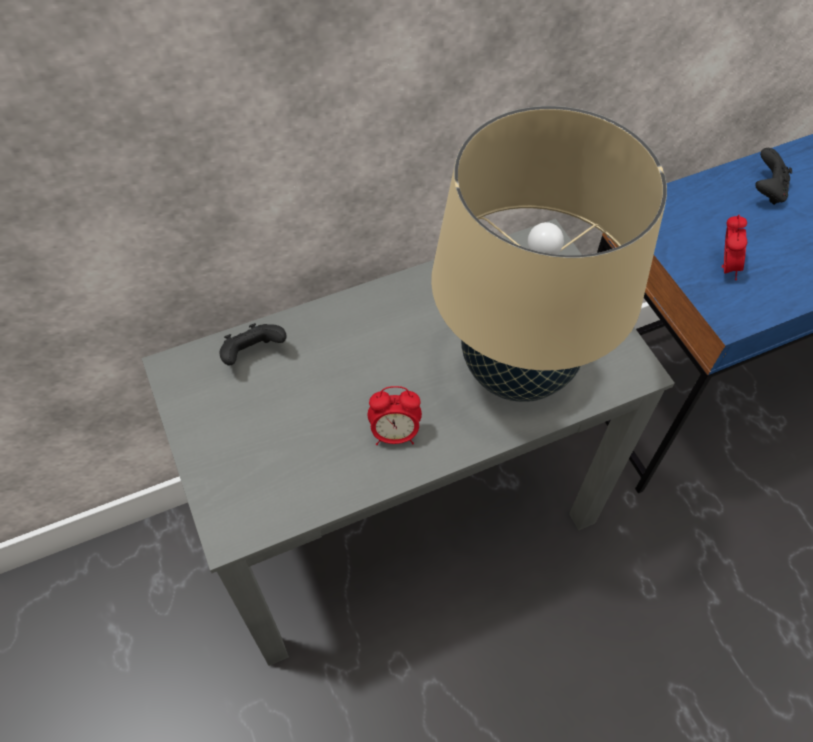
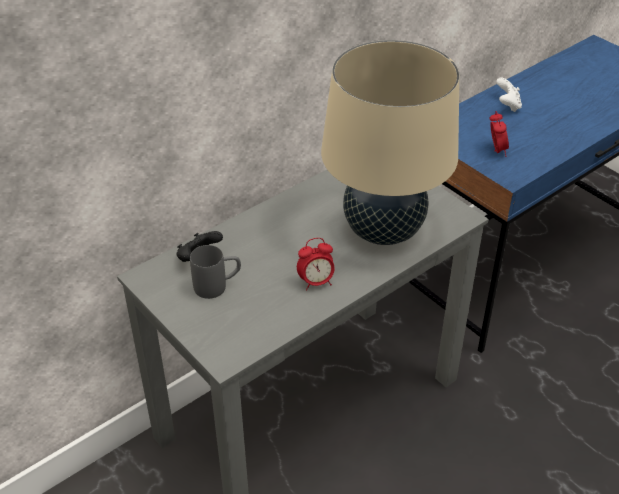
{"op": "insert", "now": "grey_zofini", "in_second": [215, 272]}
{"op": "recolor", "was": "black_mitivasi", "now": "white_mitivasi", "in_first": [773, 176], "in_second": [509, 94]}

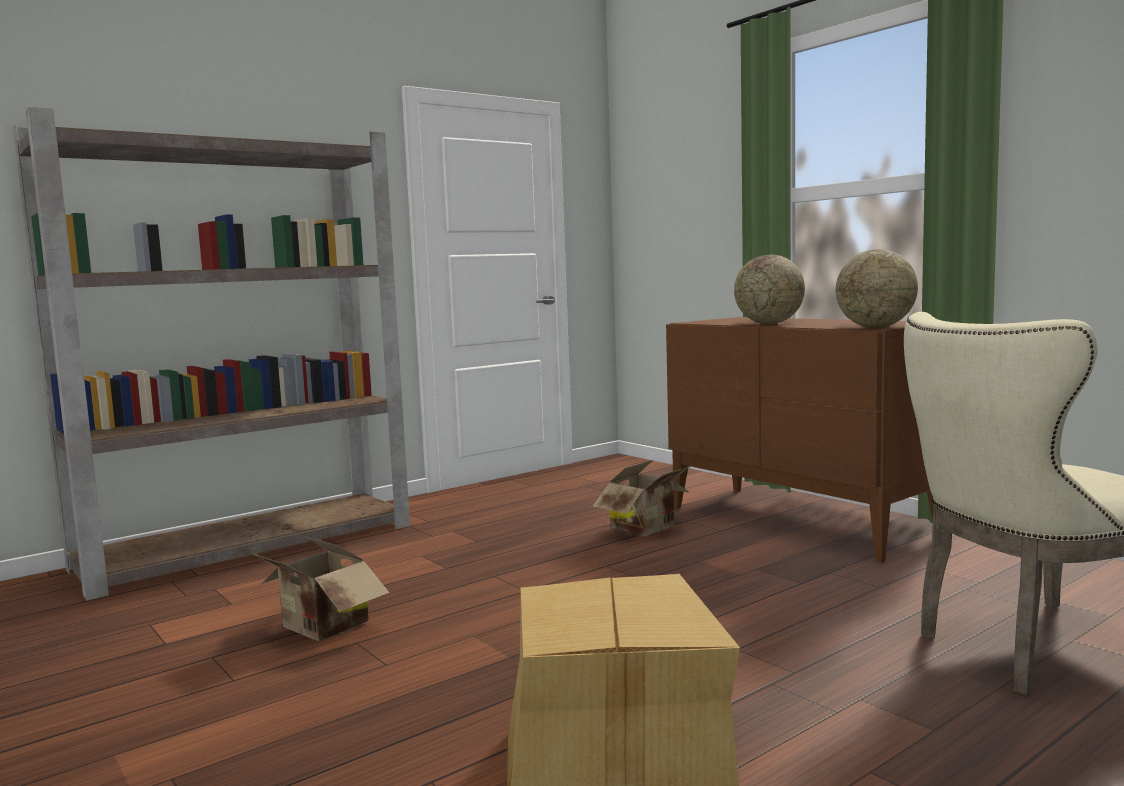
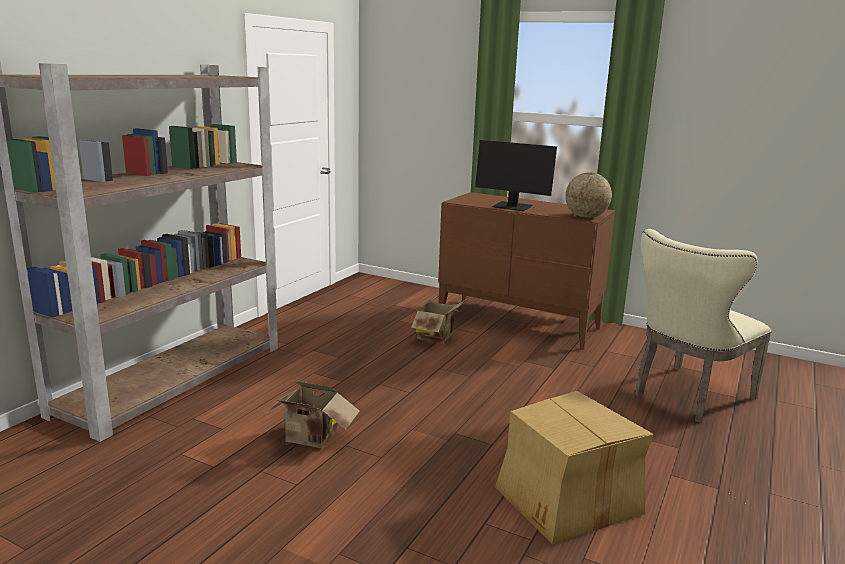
{"op": "replace", "was": "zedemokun", "now": "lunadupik", "in_first": [769, 289], "in_second": [516, 175]}

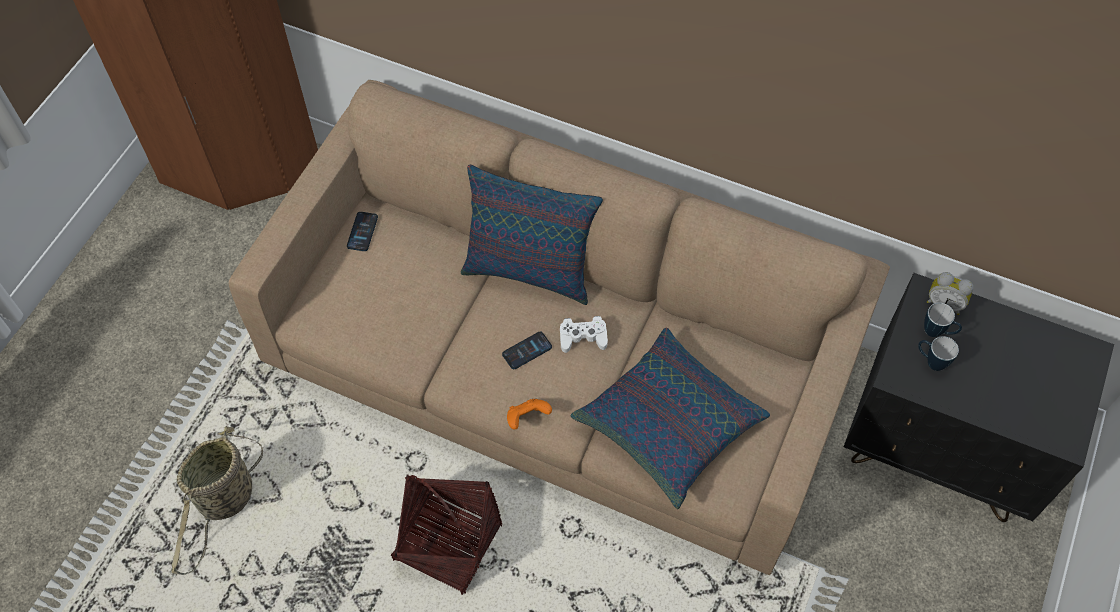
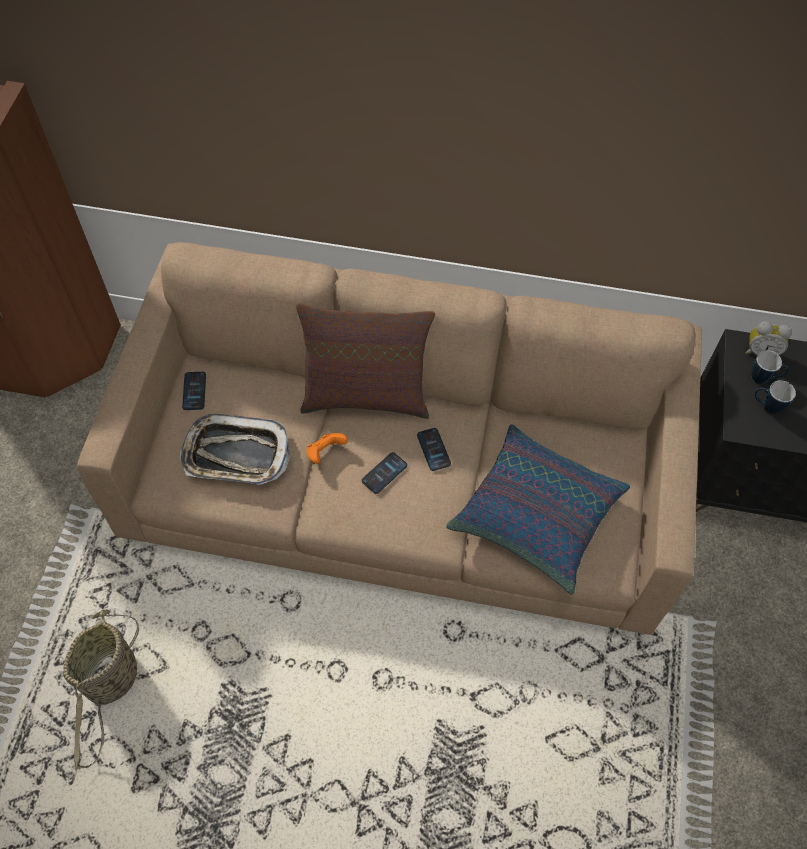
{"op": "delete", "was": "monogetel", "in_first": [446, 534]}
{"op": "insert", "now": "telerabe", "in_second": [235, 449]}
{"op": "move", "was": "orange_mitivasi", "in_first": [529, 414], "in_second": [327, 448]}
{"op": "replace", "was": "white_mitivasi", "now": "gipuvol", "in_first": [584, 334], "in_second": [434, 449]}
{"op": "recolor", "was": "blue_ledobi", "now": "brown_ledobi", "in_first": [532, 235], "in_second": [365, 361]}

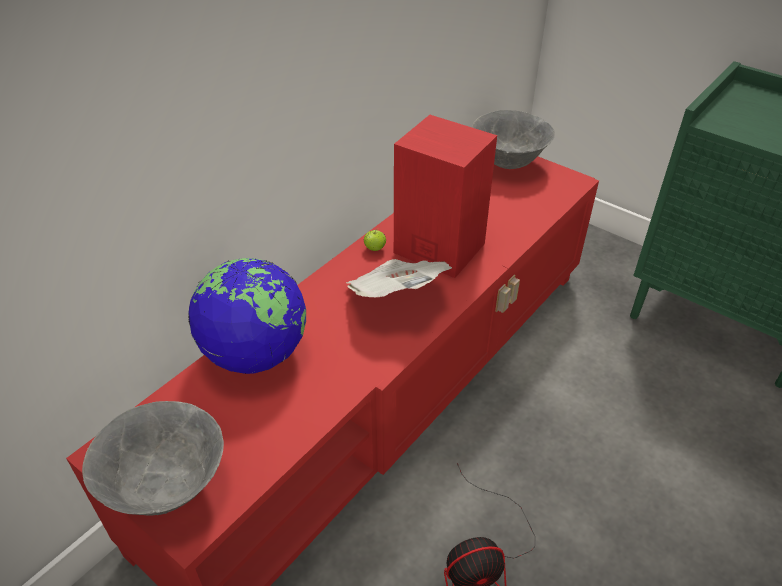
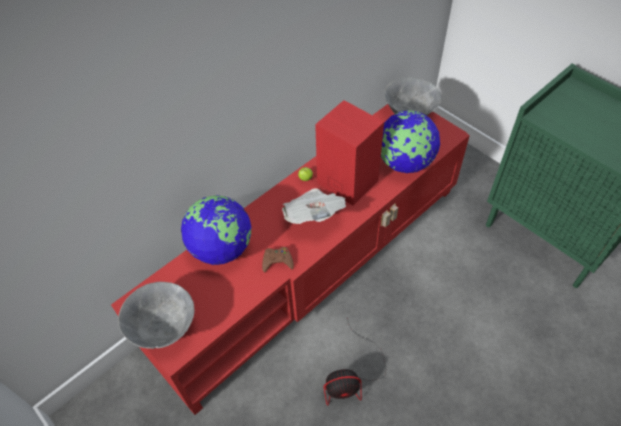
{"op": "insert", "now": "brown_mitivasi", "in_second": [278, 259]}
{"op": "insert", "now": "zedemokun", "in_second": [410, 141]}

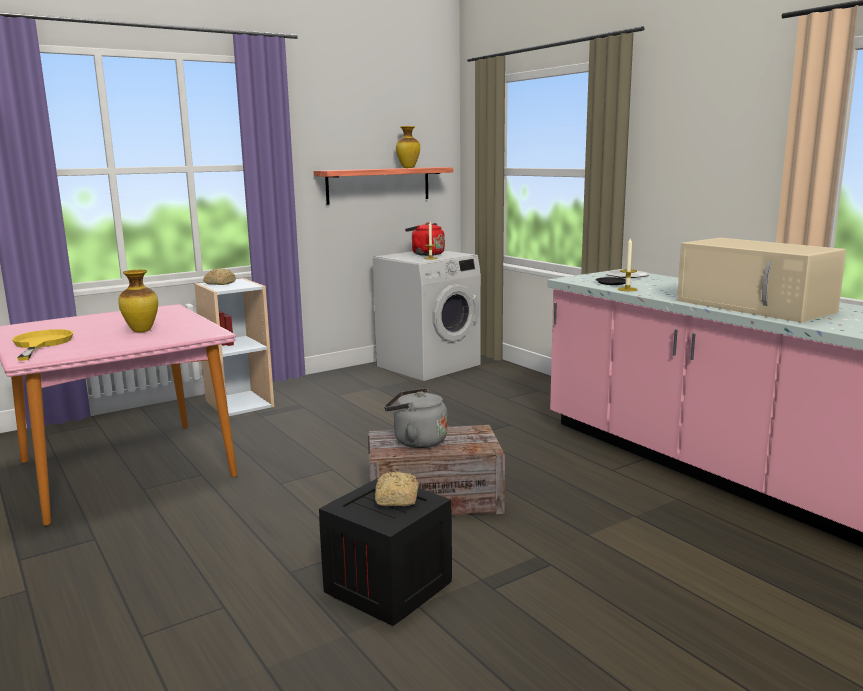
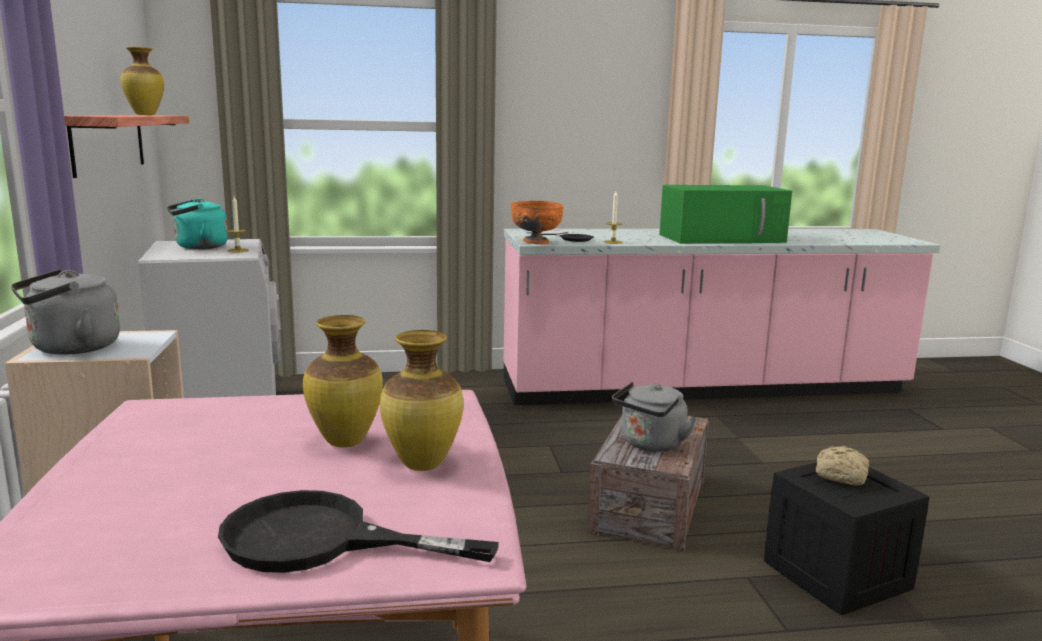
{"op": "insert", "now": "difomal", "in_second": [422, 400]}
{"op": "insert", "now": "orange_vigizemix", "in_second": [537, 222]}
{"op": "replace", "was": "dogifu", "now": "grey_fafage", "in_first": [219, 276], "in_second": [65, 312]}
{"op": "recolor", "was": "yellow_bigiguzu", "now": "black_bigiguzu", "in_first": [42, 345], "in_second": [358, 531]}
{"op": "recolor", "was": "red_fafage", "now": "turquoise_fafage", "in_first": [425, 239], "in_second": [197, 223]}
{"op": "recolor", "was": "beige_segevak", "now": "green_segevak", "in_first": [761, 280], "in_second": [725, 214]}

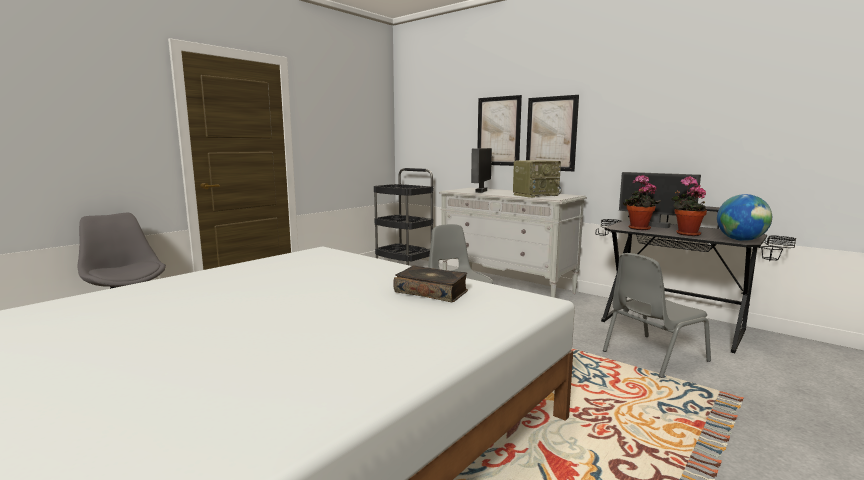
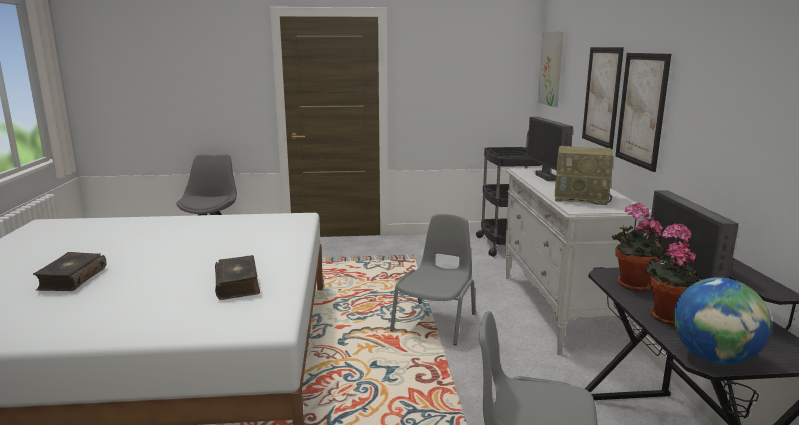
{"op": "insert", "now": "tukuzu", "in_second": [70, 271]}
{"op": "insert", "now": "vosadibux", "in_second": [551, 69]}
{"op": "rotate", "was": "lunadupik", "in_first": [481, 170], "in_second": [550, 149], "clockwise": 105}

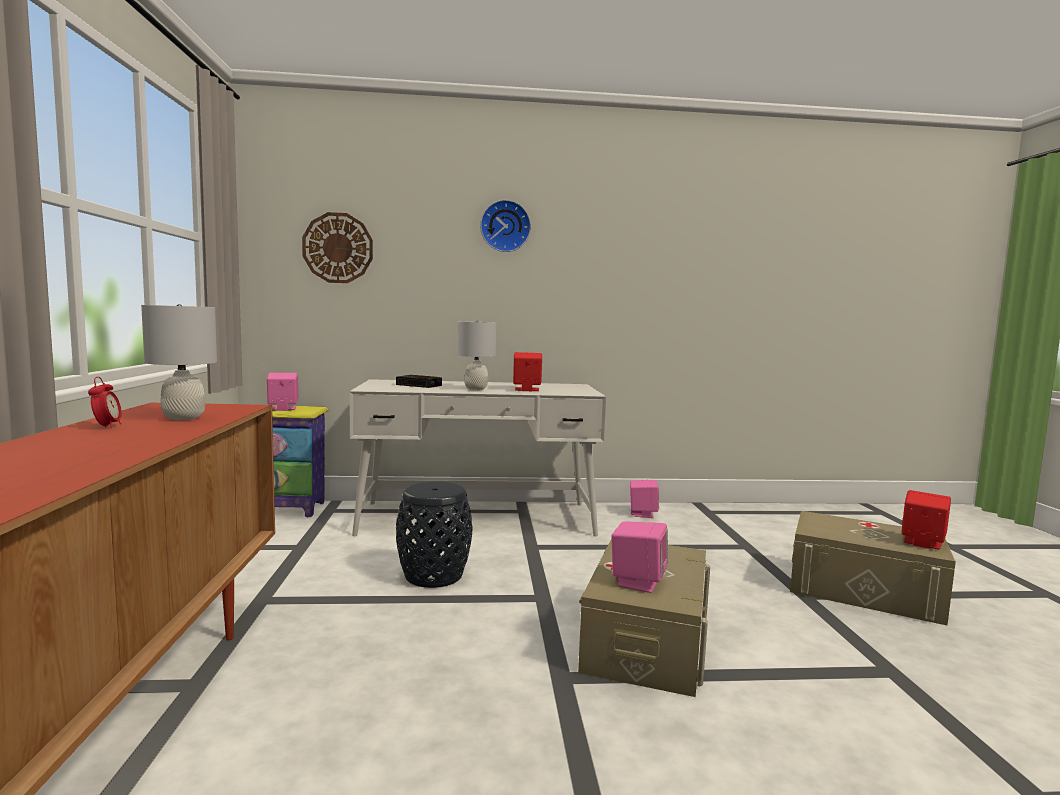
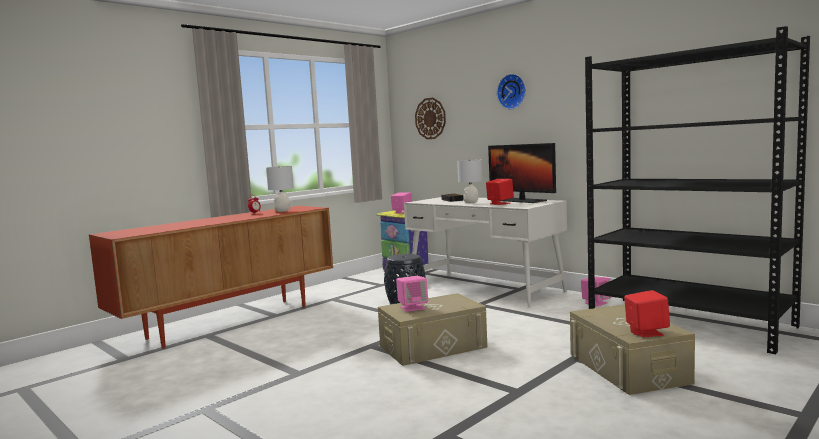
{"op": "insert", "now": "lunadupik", "in_second": [522, 173]}
{"op": "insert", "now": "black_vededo", "in_second": [697, 190]}

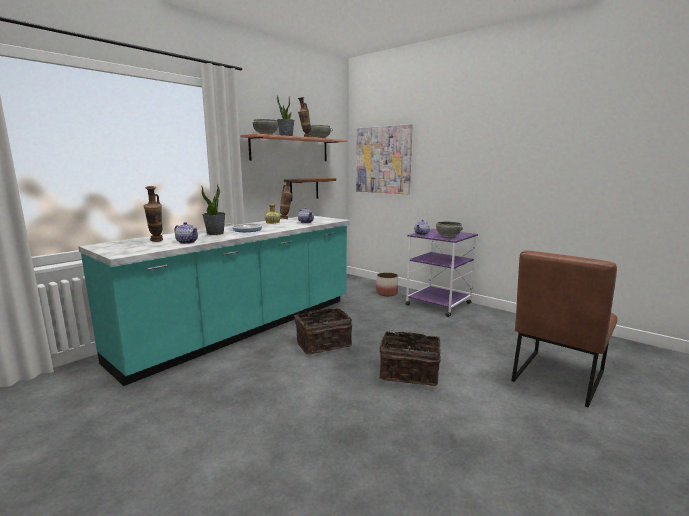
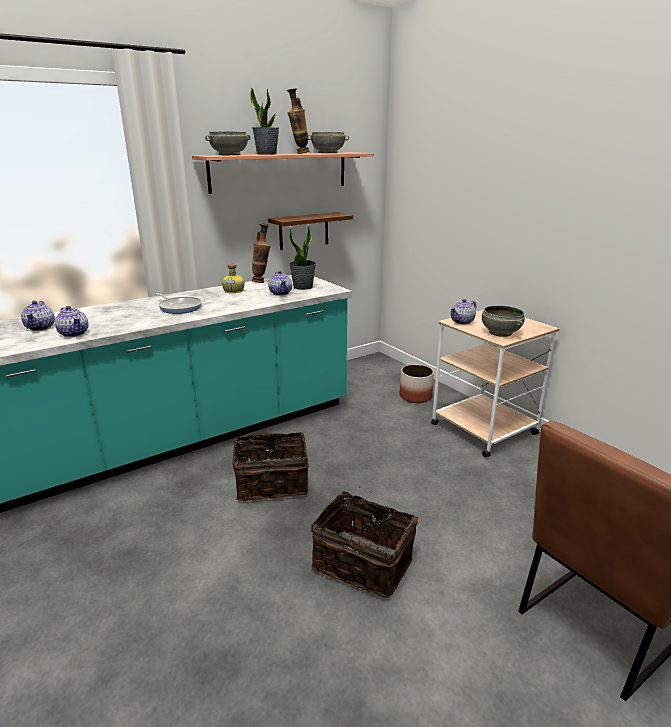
{"op": "delete", "was": "vosadibux", "in_first": [384, 159]}
{"op": "move", "was": "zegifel", "in_first": [214, 209], "in_second": [302, 258]}
{"op": "replace", "was": "difomal", "now": "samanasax", "in_first": [153, 214], "in_second": [38, 316]}
{"op": "recolor", "was": "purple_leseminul", "now": "beige_leseminul", "in_first": [442, 273], "in_second": [495, 384]}

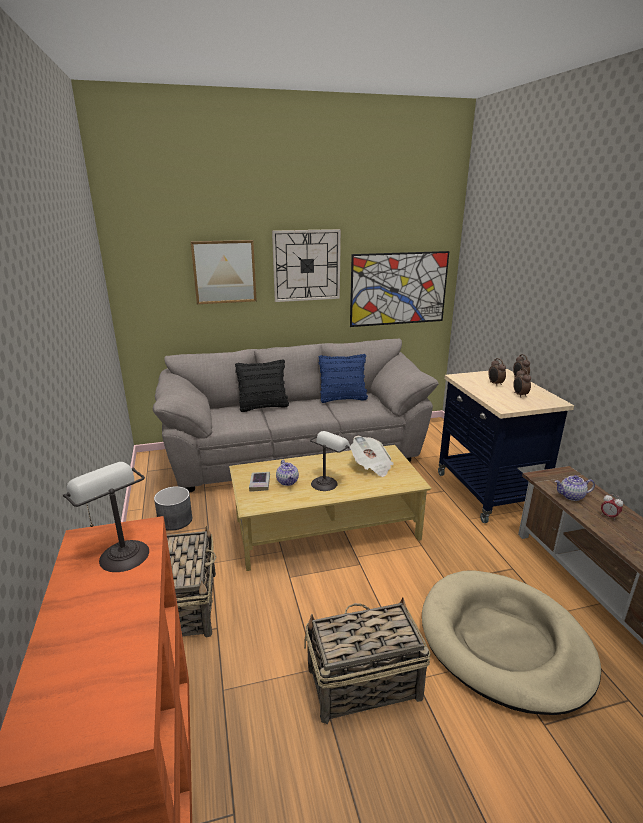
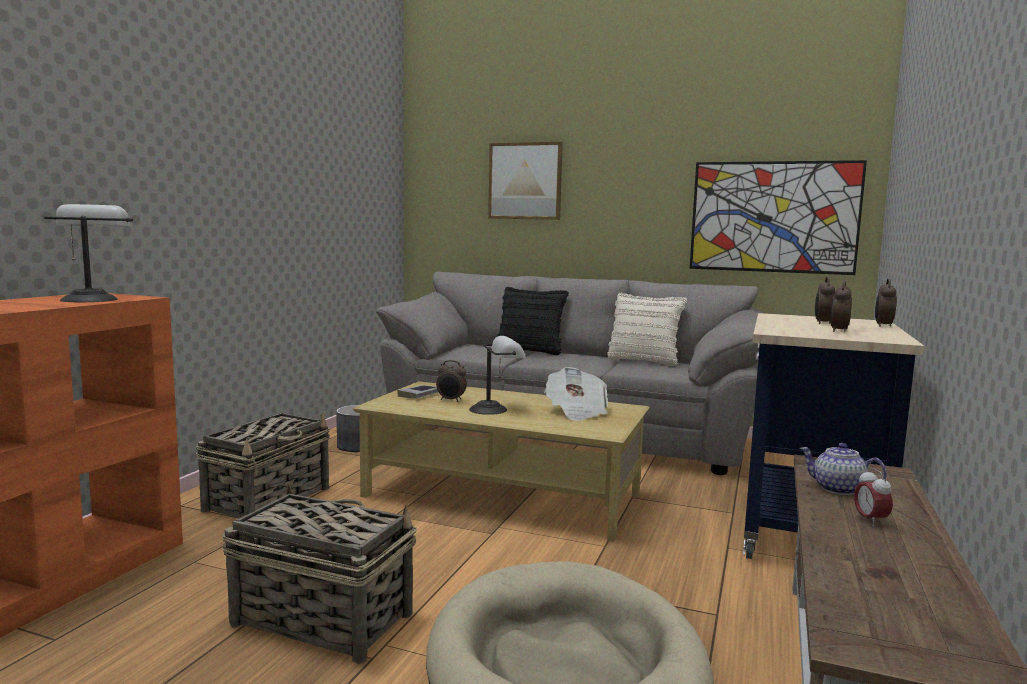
{"op": "delete", "was": "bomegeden", "in_first": [306, 265]}
{"op": "replace", "was": "samanasax", "now": "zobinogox", "in_first": [287, 473], "in_second": [451, 381]}
{"op": "recolor", "was": "blue_ledobi", "now": "beige_ledobi", "in_first": [343, 378], "in_second": [647, 329]}

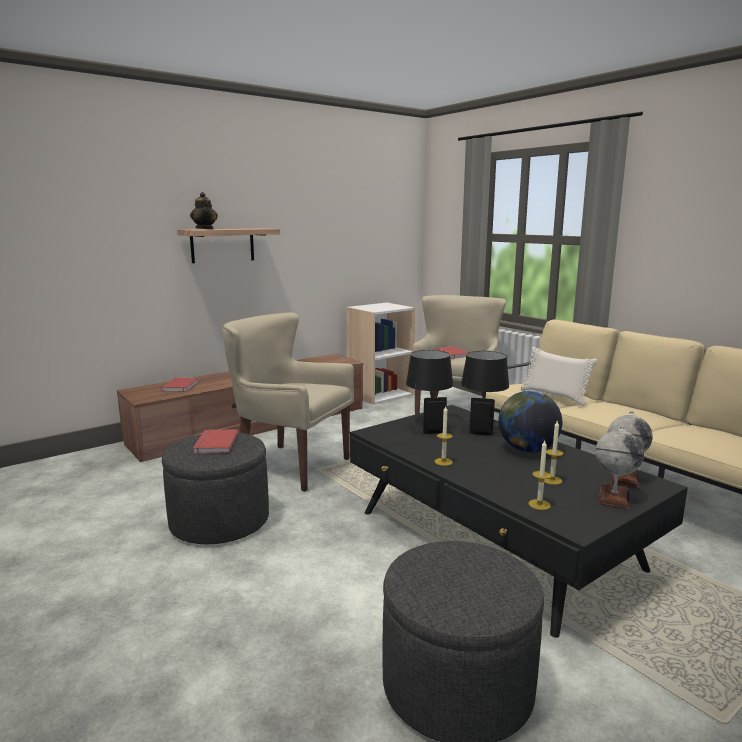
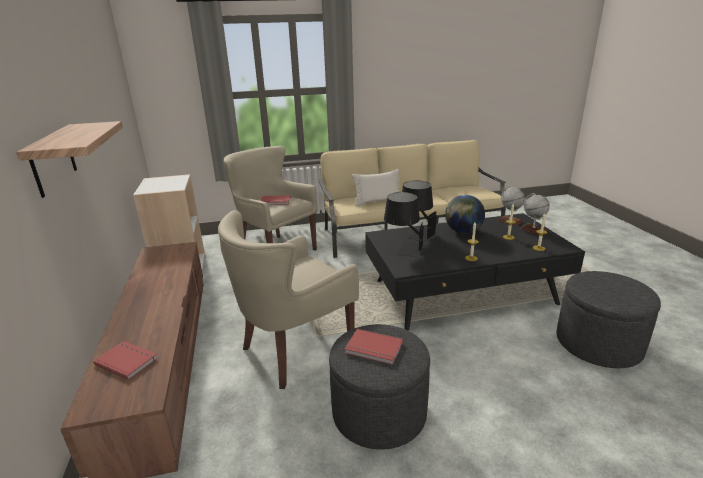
{"op": "delete", "was": "samanasax", "in_first": [204, 210]}

